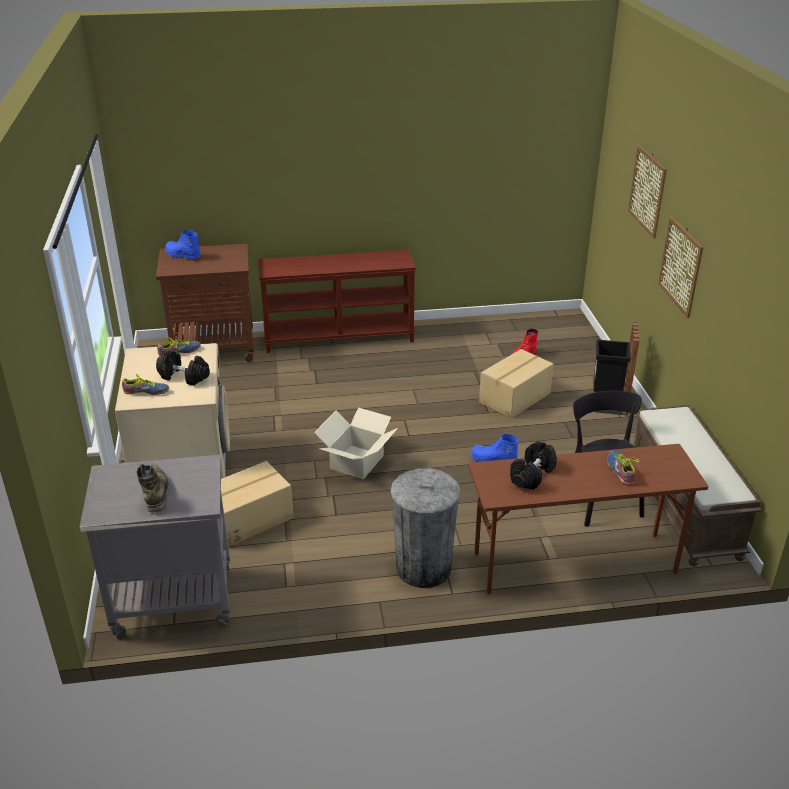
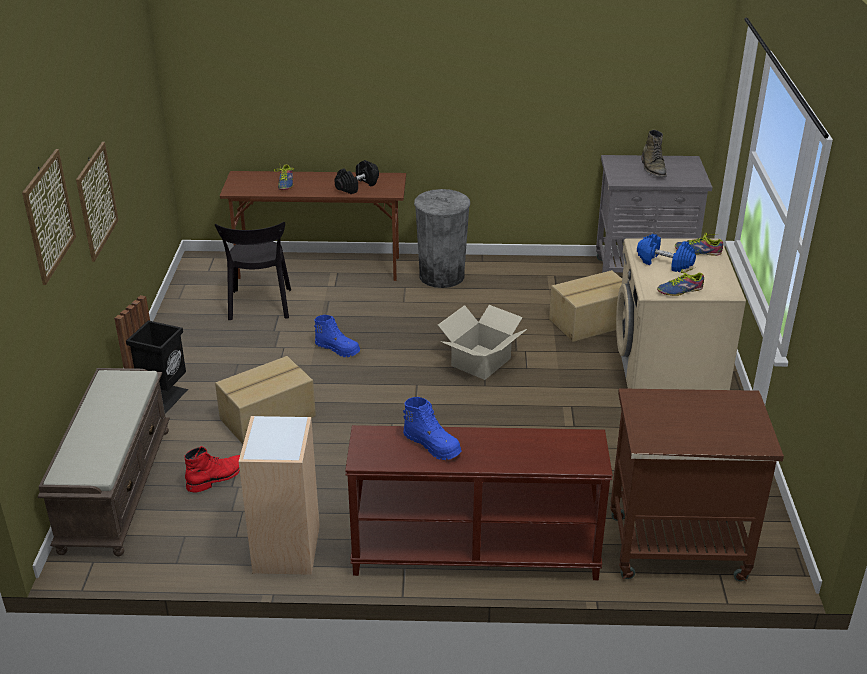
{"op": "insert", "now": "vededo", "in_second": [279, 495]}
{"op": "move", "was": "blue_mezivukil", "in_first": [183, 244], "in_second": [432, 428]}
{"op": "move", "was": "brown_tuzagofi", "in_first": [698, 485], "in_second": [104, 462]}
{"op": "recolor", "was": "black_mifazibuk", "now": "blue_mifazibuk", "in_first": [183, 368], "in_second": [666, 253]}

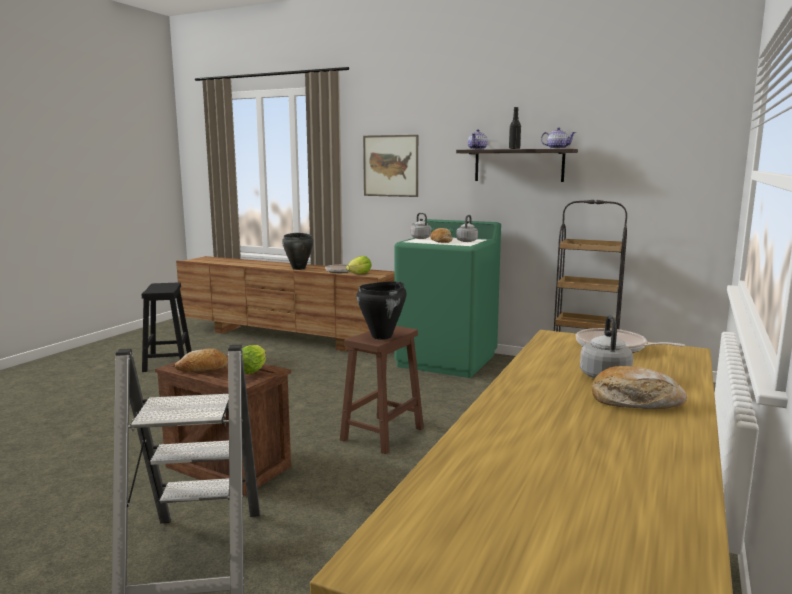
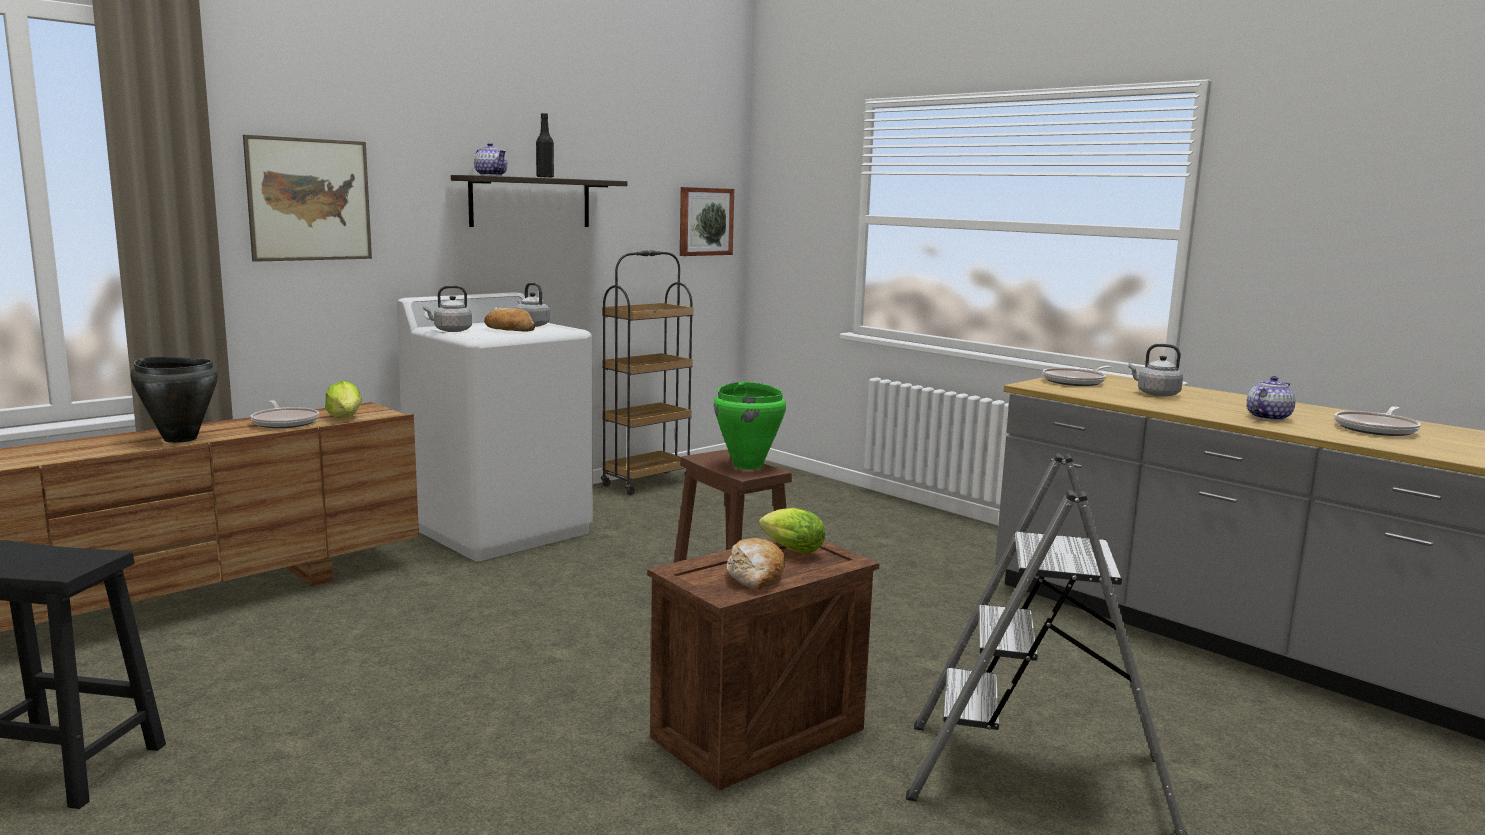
{"op": "delete", "was": "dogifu", "in_first": [639, 387]}
{"op": "insert", "now": "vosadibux", "in_second": [707, 221]}
{"op": "insert", "now": "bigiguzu", "in_second": [1377, 421]}
{"op": "move", "was": "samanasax", "in_first": [558, 138], "in_second": [1271, 398]}
{"op": "recolor", "was": "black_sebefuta", "now": "green_sebefuta", "in_first": [381, 310], "in_second": [750, 426]}
{"op": "recolor", "was": "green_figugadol", "now": "white_figugadol", "in_first": [447, 298], "in_second": [495, 426]}

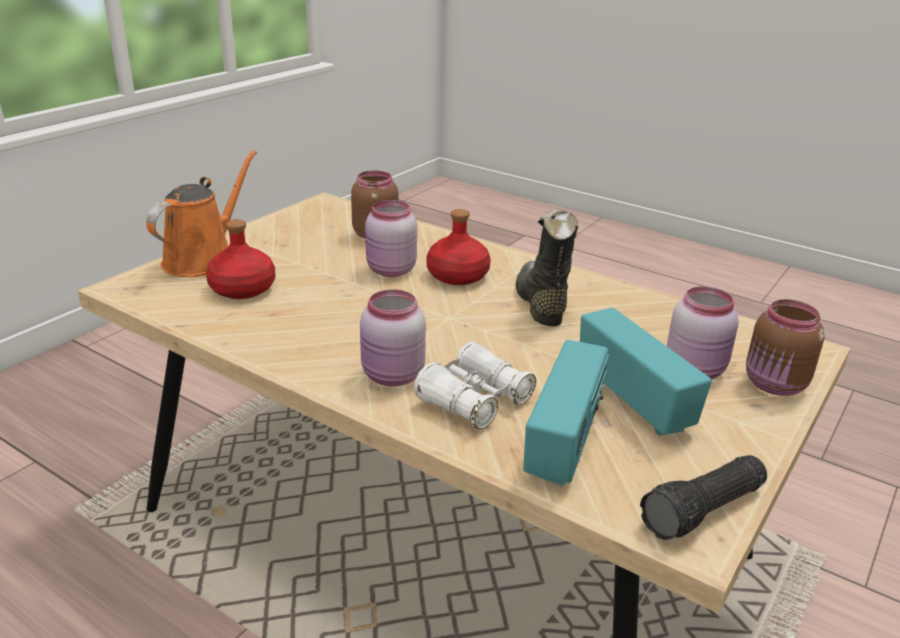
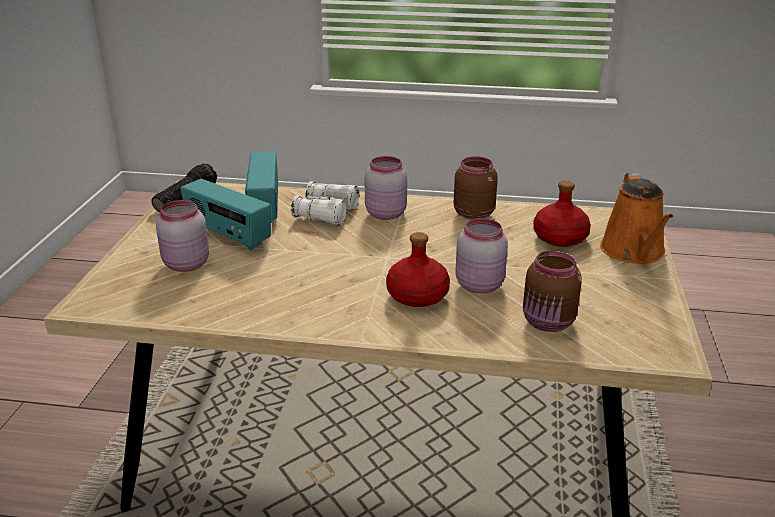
{"op": "delete", "was": "black_mezivukil", "in_first": [547, 267]}
{"op": "move", "was": "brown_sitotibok", "in_first": [785, 347], "in_second": [476, 188]}

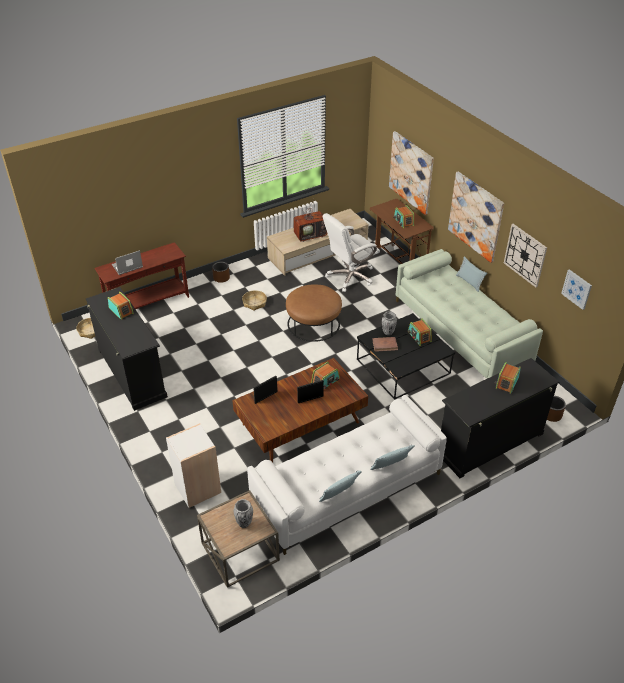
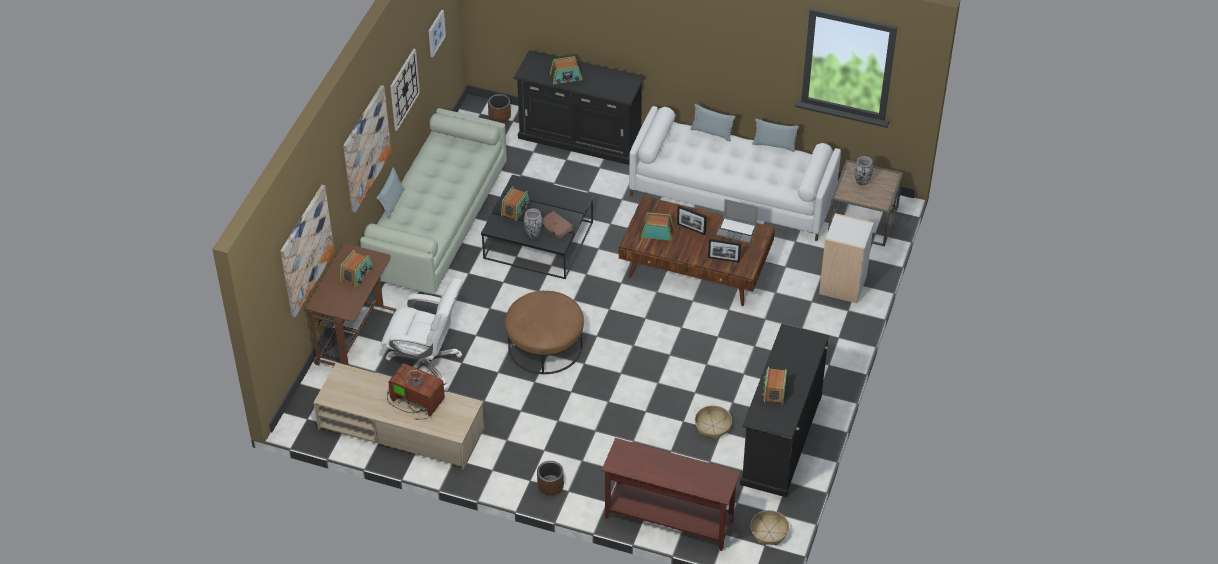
{"op": "move", "was": "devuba", "in_first": [127, 262], "in_second": [737, 221]}
{"op": "move", "was": "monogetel", "in_first": [254, 300], "in_second": [713, 422]}

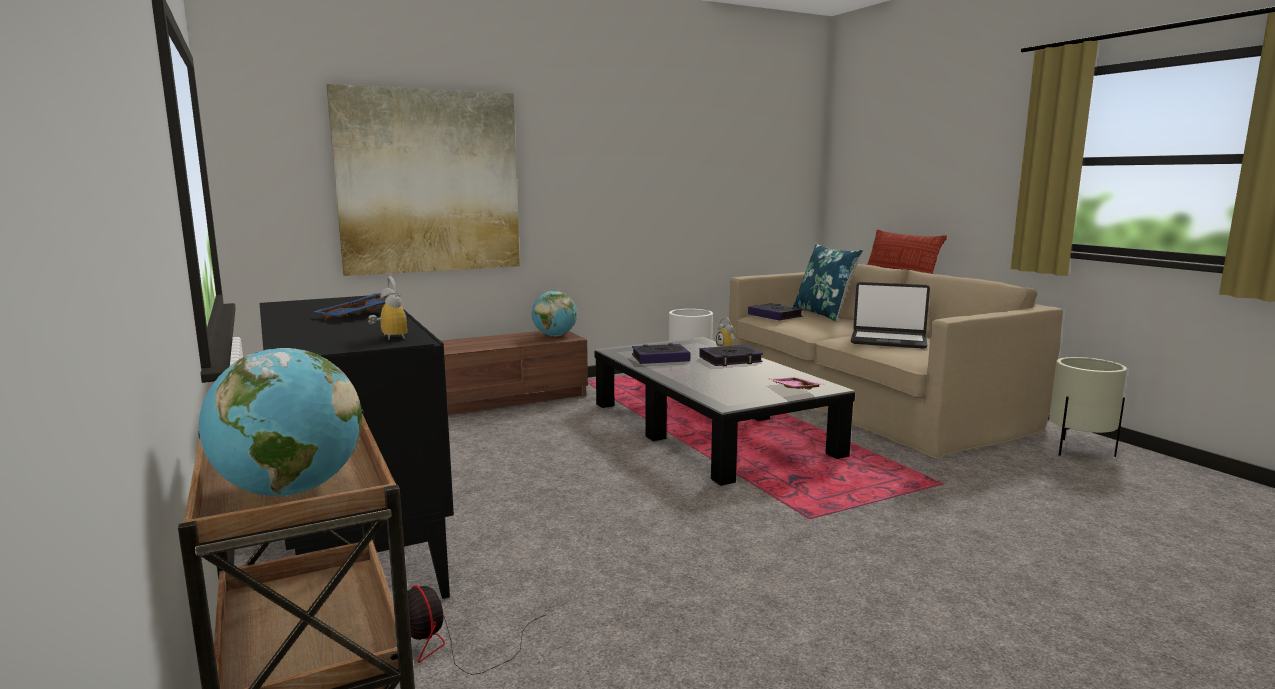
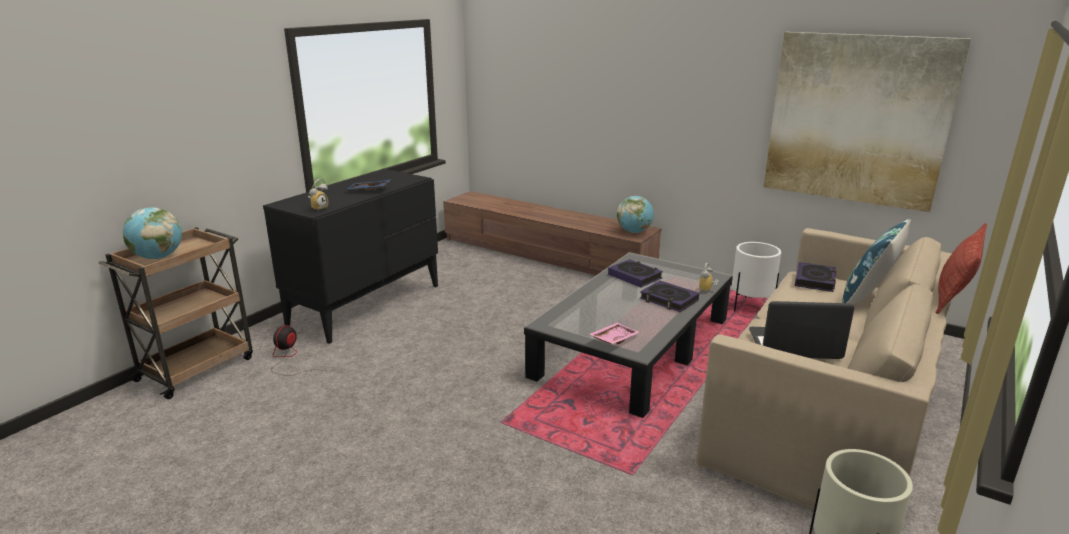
{"op": "move", "was": "vosadibux", "in_first": [423, 180], "in_second": [867, 122]}
{"op": "rotate", "was": "devuba", "in_first": [890, 315], "in_second": [802, 330], "clockwise": 105}

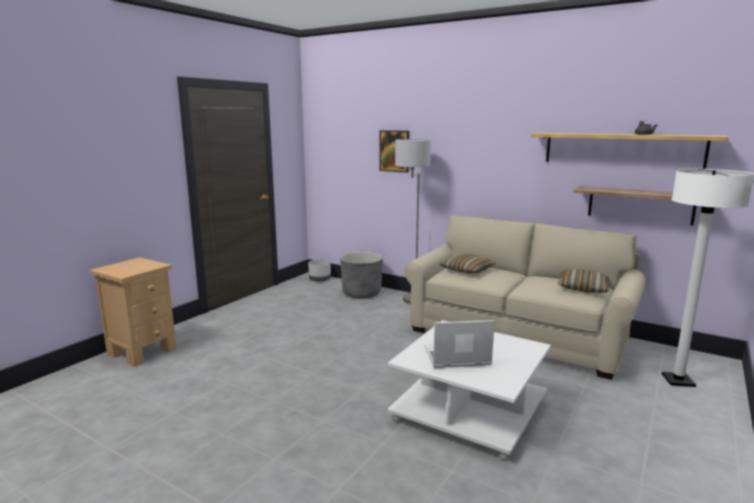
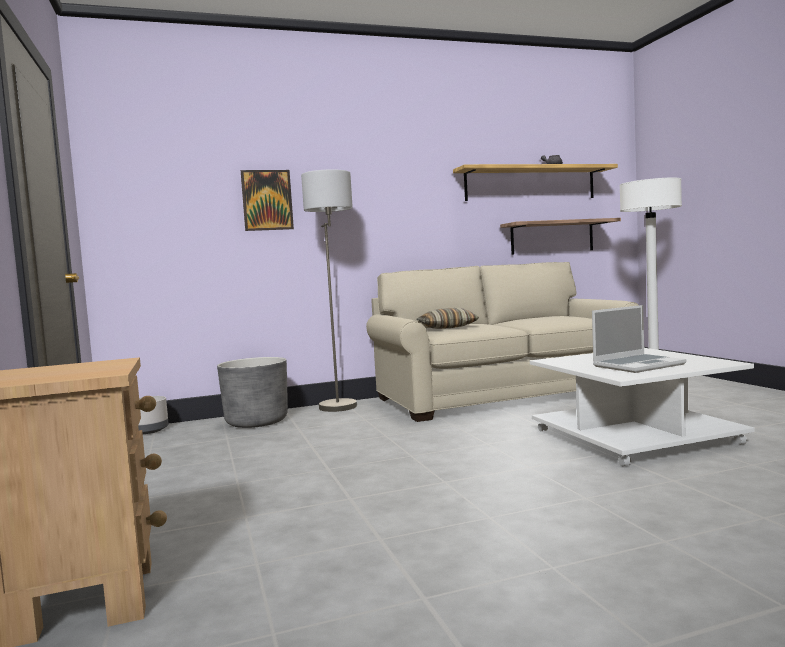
{"op": "delete", "was": "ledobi", "in_first": [584, 281]}
{"op": "rotate", "was": "devuba", "in_first": [460, 344], "in_second": [639, 339], "clockwise": -150}

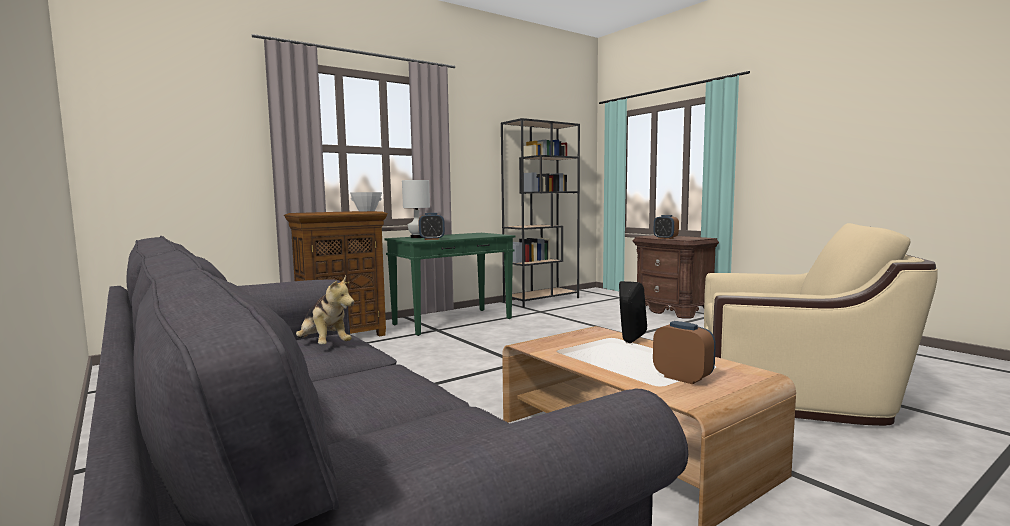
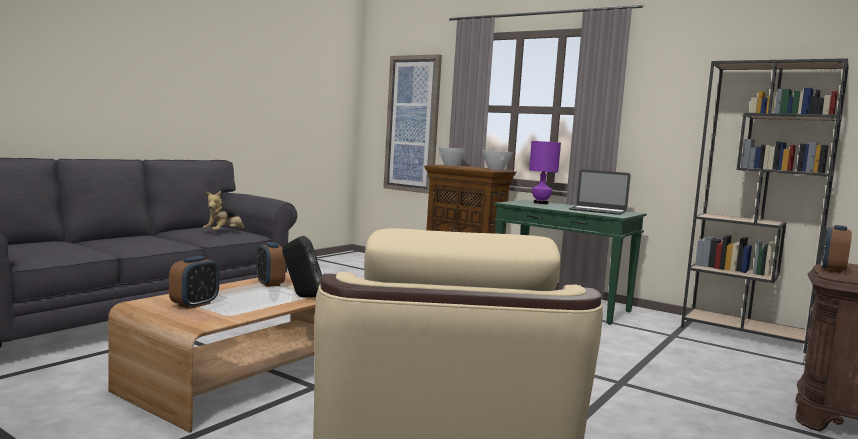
{"op": "insert", "now": "vosadibux", "in_second": [412, 124]}
{"op": "insert", "now": "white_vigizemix", "in_second": [452, 156]}
{"op": "insert", "now": "devuba", "in_second": [600, 192]}
{"op": "move", "was": "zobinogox", "in_first": [432, 226], "in_second": [271, 264]}
{"op": "recolor", "was": "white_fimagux", "now": "purple_fimagux", "in_first": [416, 209], "in_second": [545, 172]}

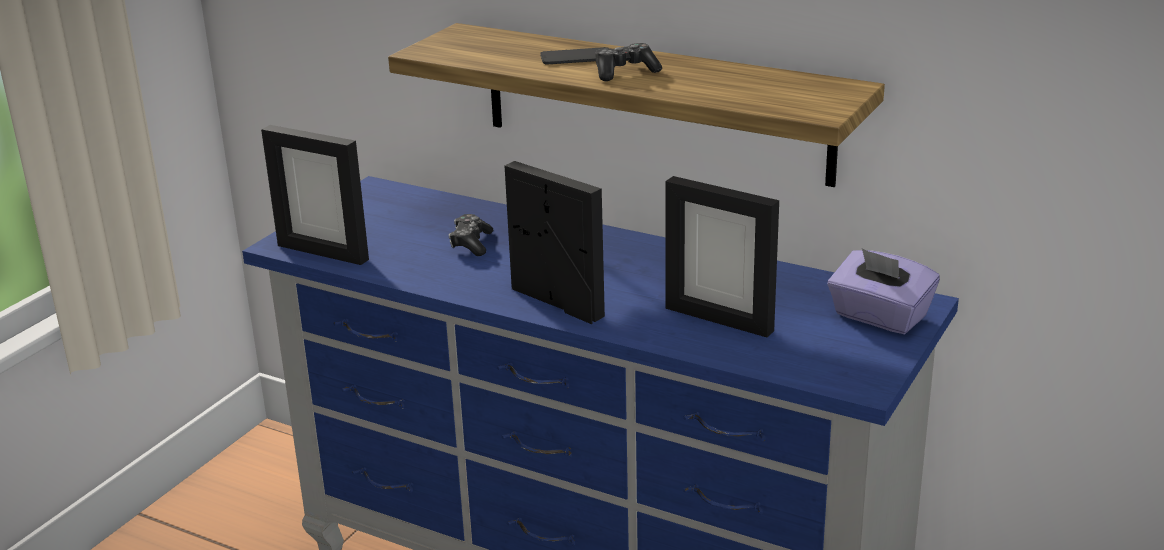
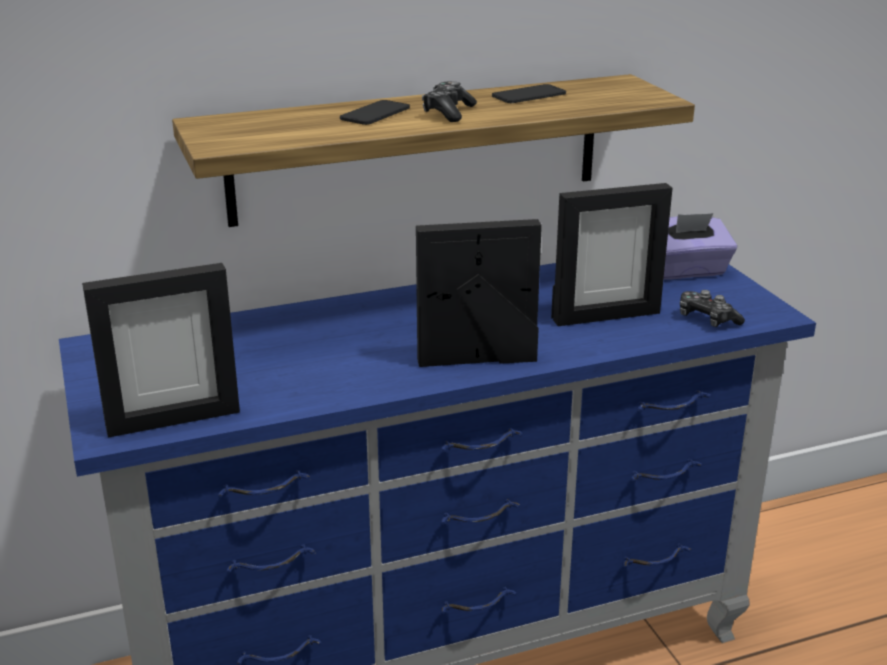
{"op": "insert", "now": "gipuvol", "in_second": [529, 93]}
{"op": "move", "was": "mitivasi", "in_first": [470, 235], "in_second": [712, 308]}

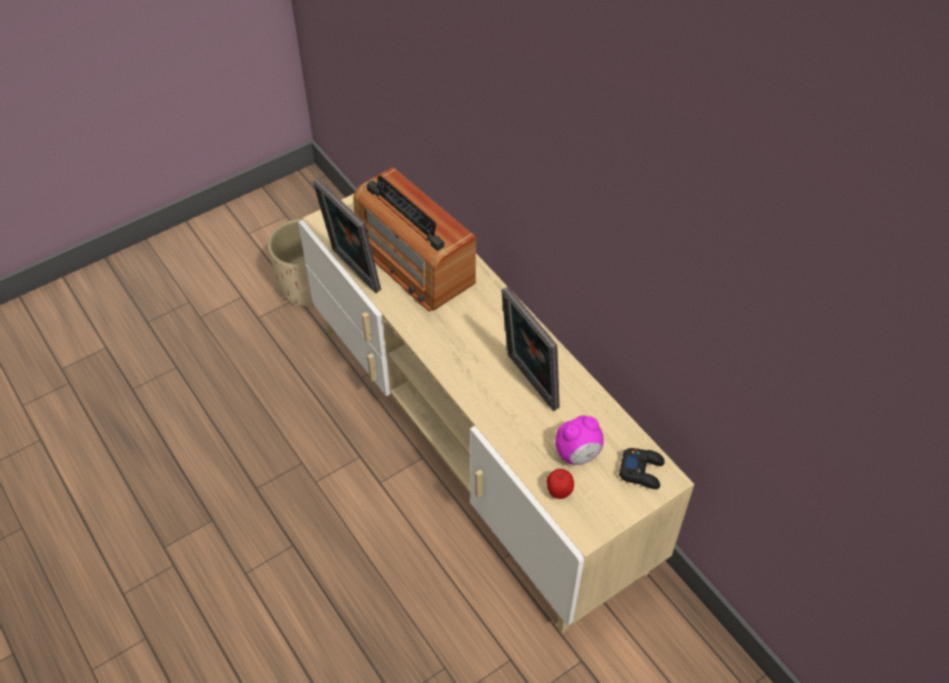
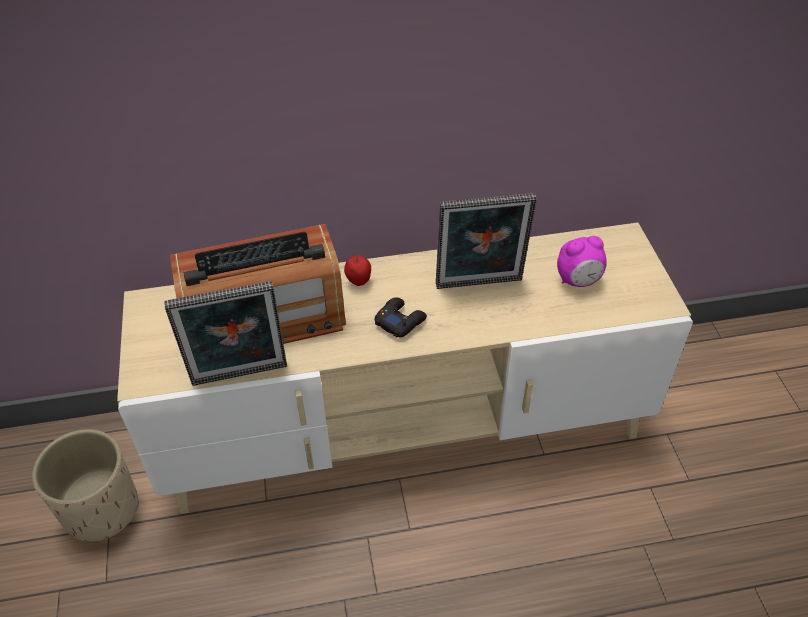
{"op": "move", "was": "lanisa", "in_first": [560, 484], "in_second": [357, 270]}
{"op": "move", "was": "black_mitivasi", "in_first": [642, 468], "in_second": [401, 317]}
{"op": "rotate", "was": "zobinogox", "in_first": [579, 440], "in_second": [582, 261], "clockwise": 75}

